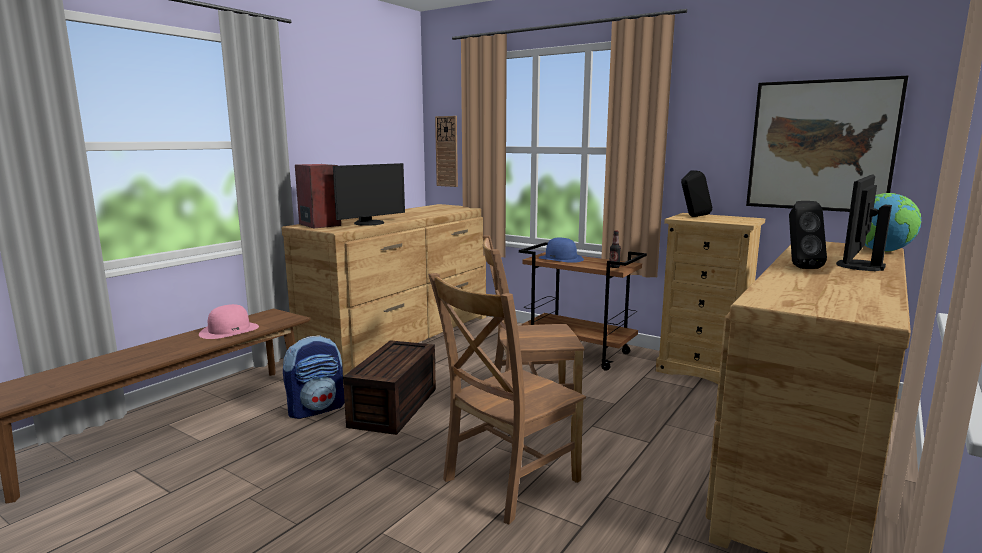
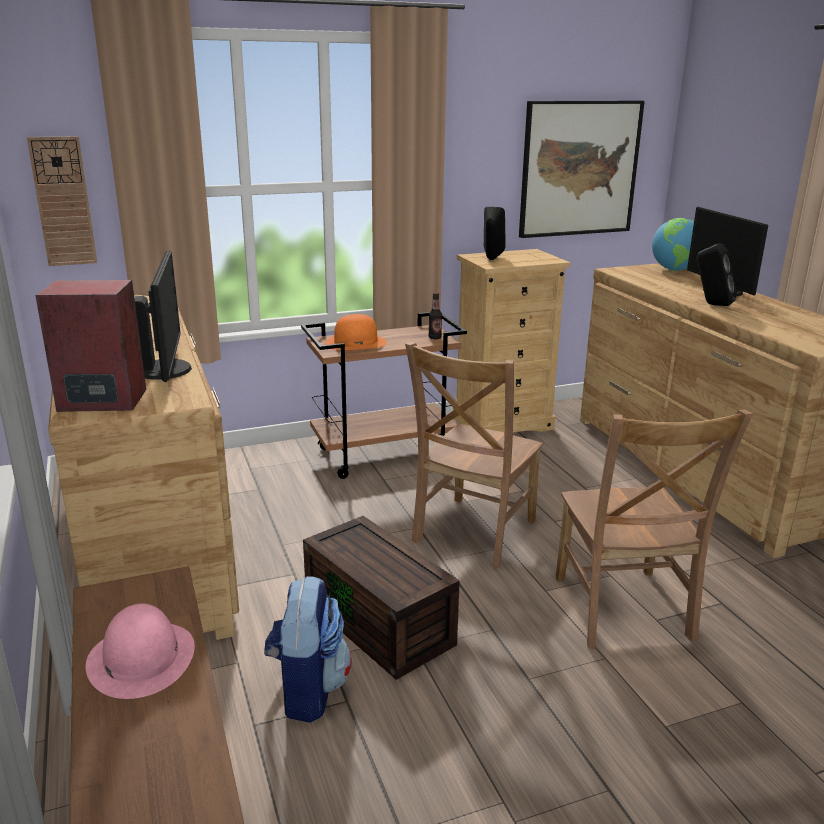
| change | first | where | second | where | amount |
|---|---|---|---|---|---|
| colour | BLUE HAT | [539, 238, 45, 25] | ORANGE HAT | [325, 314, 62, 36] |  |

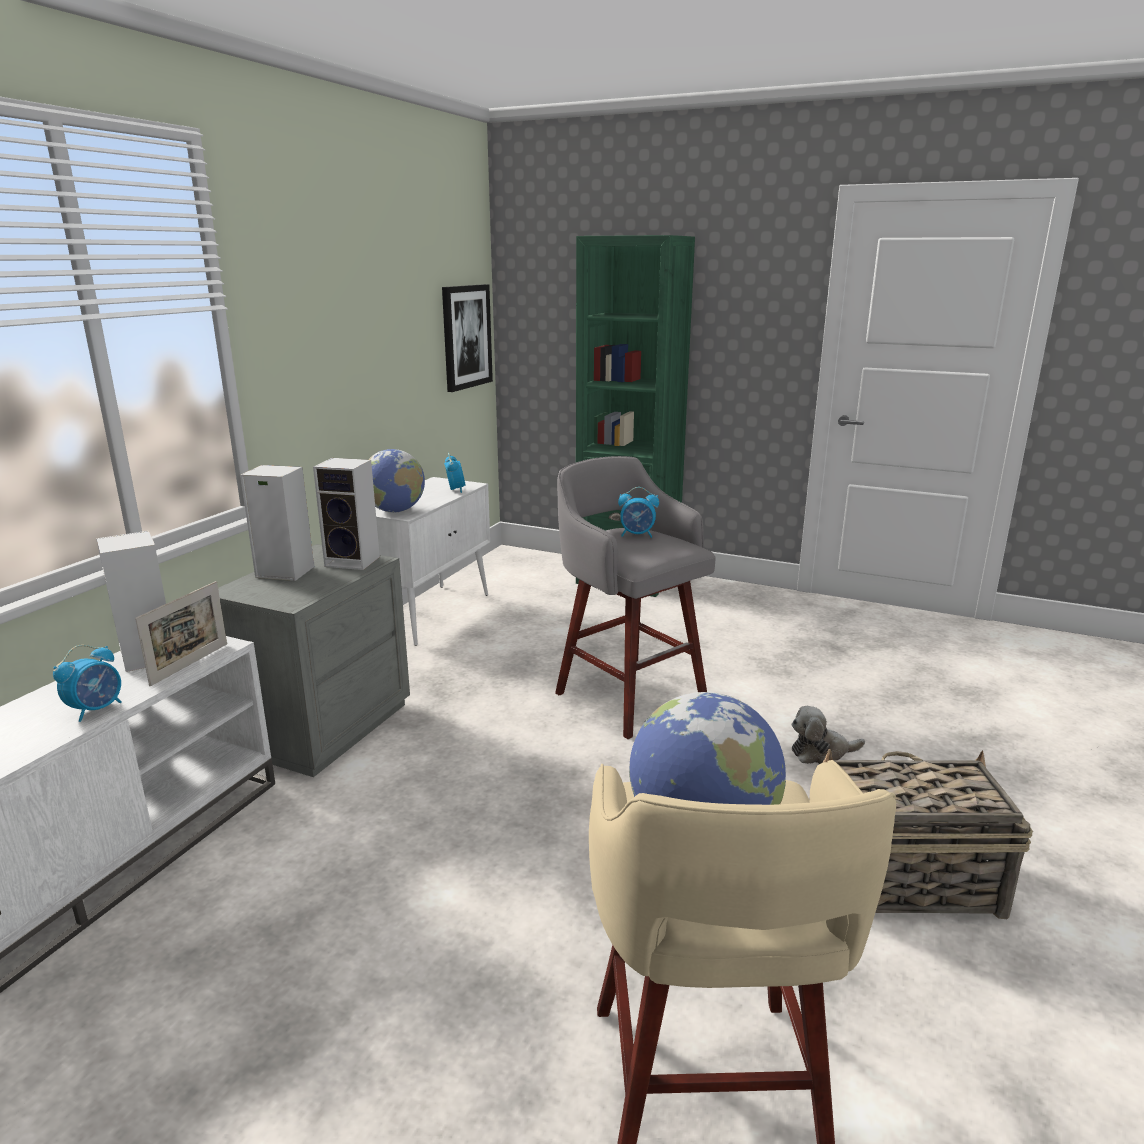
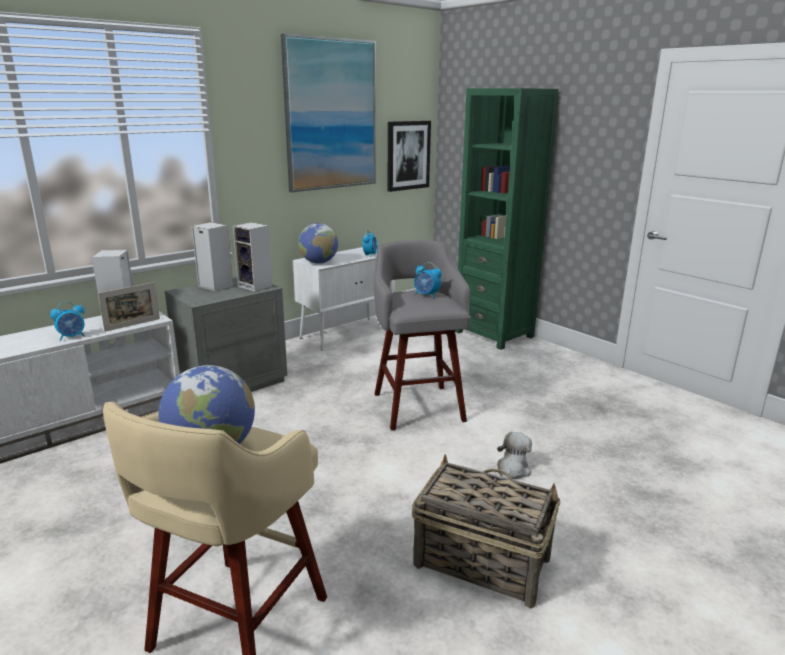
| change | first | where | second | where | amount |
|---|---|---|---|---|---|
| appeared |  |  | PICTURE | [281, 34, 95, 158] |  |
| spun | PLUSH TOY | [792, 706, 73, 58] |  | [497, 432, 35, 47] | 105 degrees clockwise |

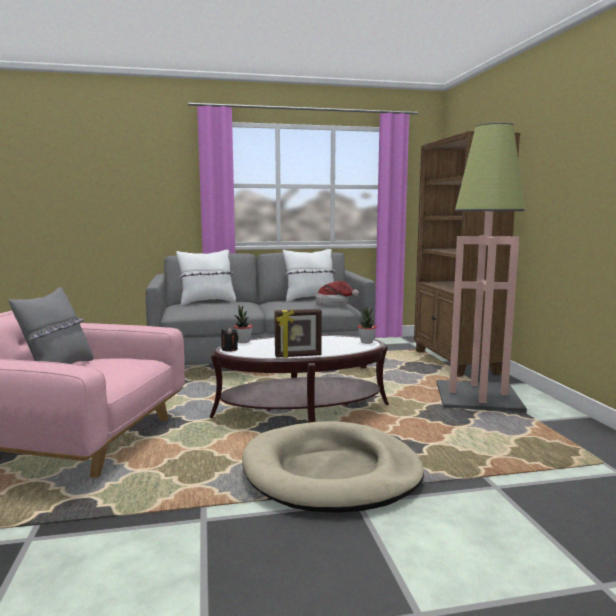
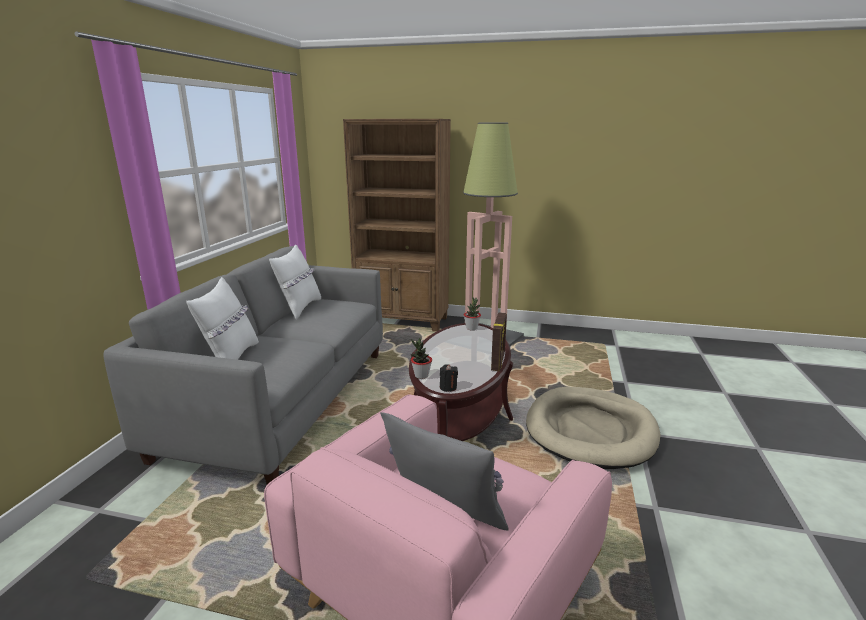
| change | first | where | second | where | amount |
|---|---|---|---|---|---|
| missing | HAT | [316, 281, 43, 25] |  |  |  |

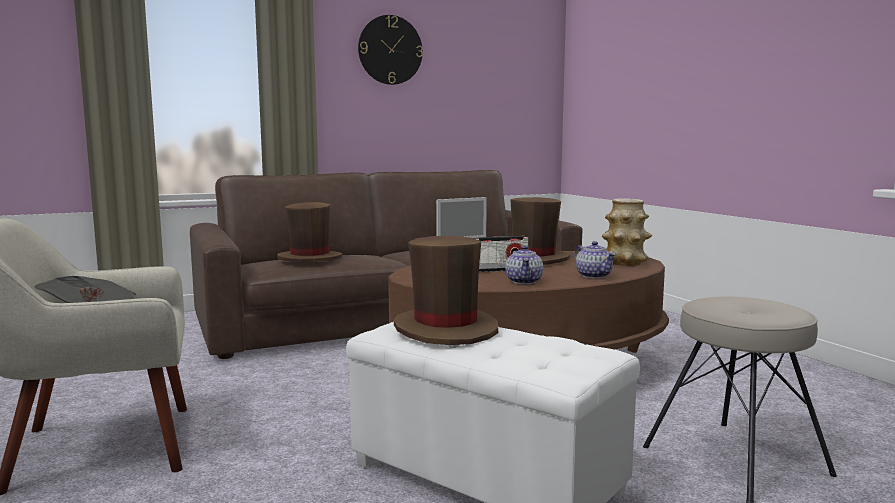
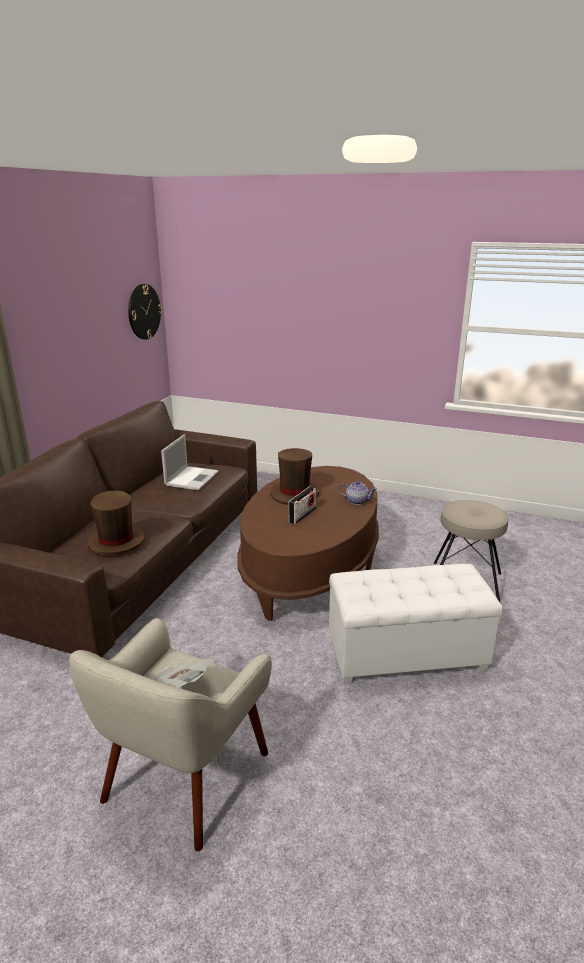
| change | first | where | second | where | amount |
|---|---|---|---|---|---|
| missing | BROWN HAT | [394, 236, 105, 109] |  |  |  |
| missing | TEAPOT | [505, 246, 38, 38] |  |  |  |
| missing | VASE | [602, 198, 50, 68] |  |  |  |
| relocated | WALL CLOCK | [358, 15, 65, 70] |  | [128, 284, 34, 56] |  |

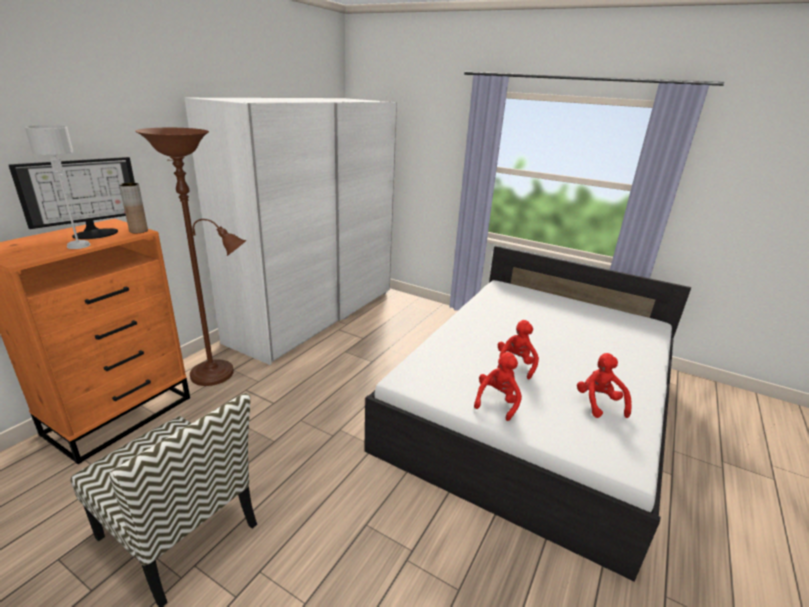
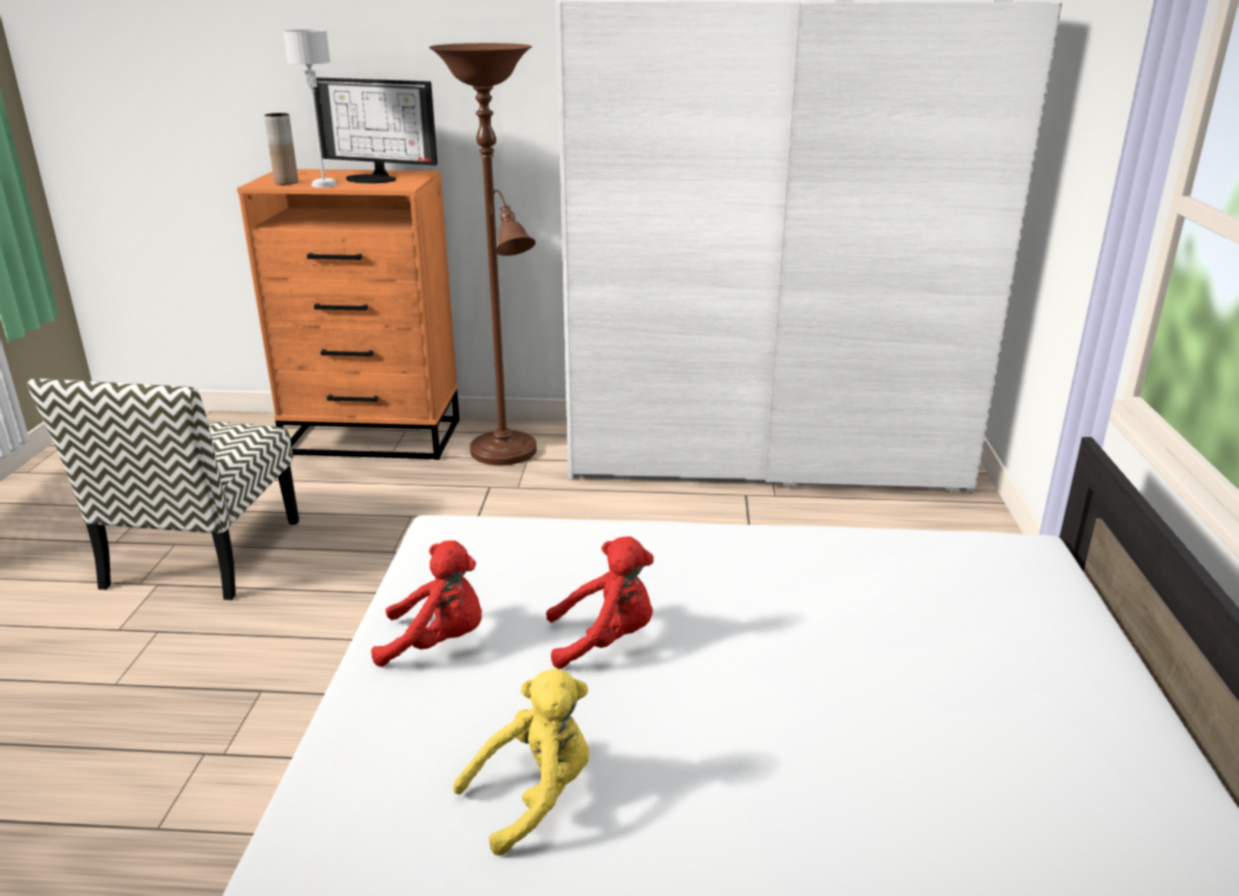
| change | first | where | second | where | amount |
|---|---|---|---|---|---|
| relocated | BROWN VASE | [119, 183, 29, 50] |  | [264, 113, 34, 72] |  |
| colour | RED PLUSH TOY | [577, 353, 55, 65] | YELLOW PLUSH TOY | [453, 669, 136, 187] |  |

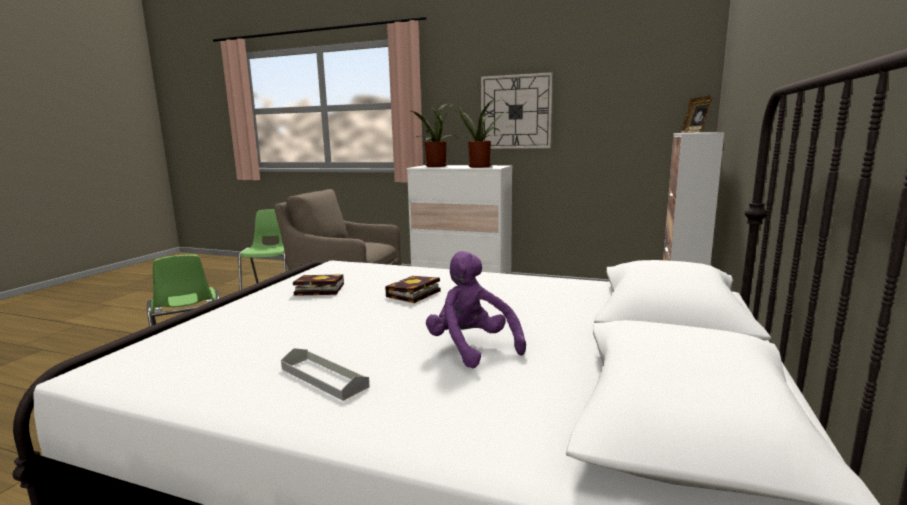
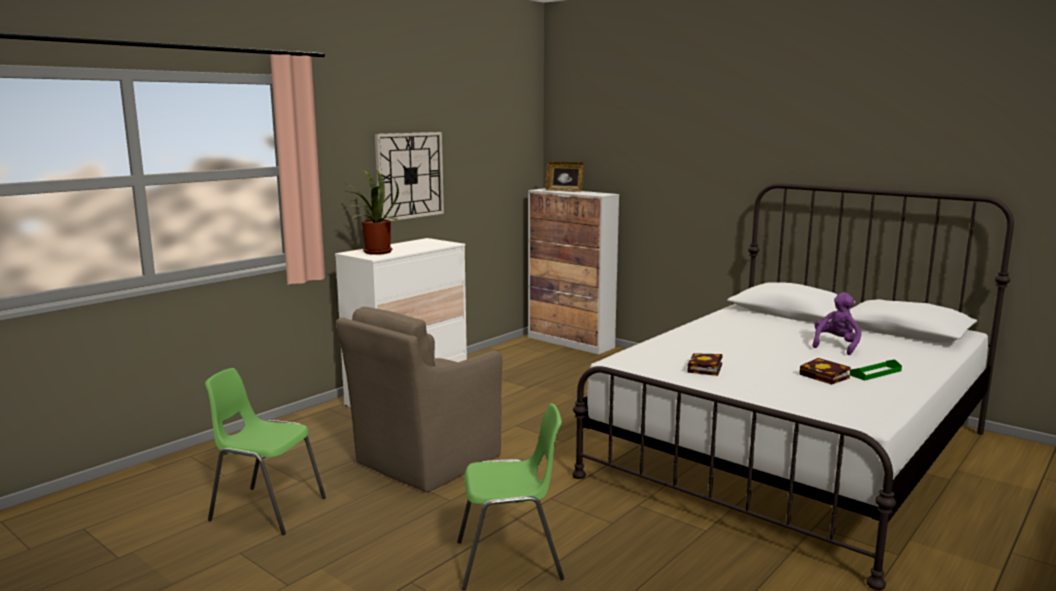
| change | first | where | second | where | amount |
|---|---|---|---|---|---|
| missing | POTTED PLANT | [456, 99, 52, 69] |  |  |  |
| relocated | BOOK | [385, 276, 55, 27] |  | [799, 358, 52, 27] |  |
| colour | GREY TRAY | [281, 348, 89, 53] | GREEN TRAY | [850, 359, 52, 22] |  |
| spun | PURPLE PLUSH TOY | [426, 251, 100, 117] |  | [812, 292, 49, 63] | 135 degrees clockwise |

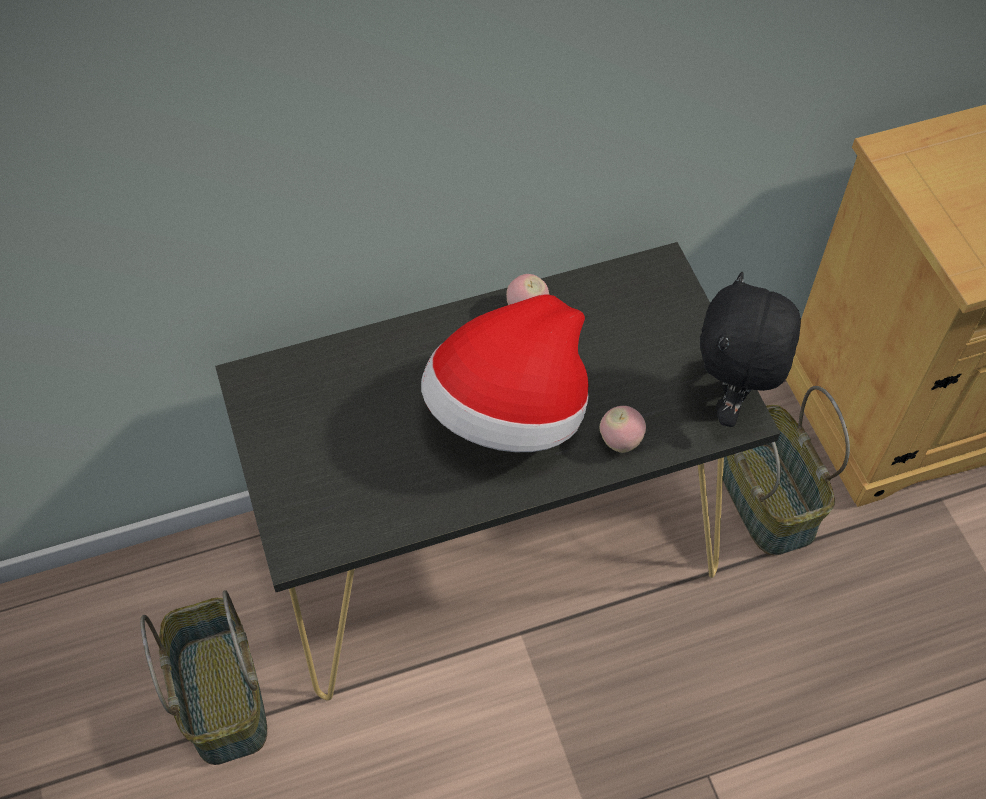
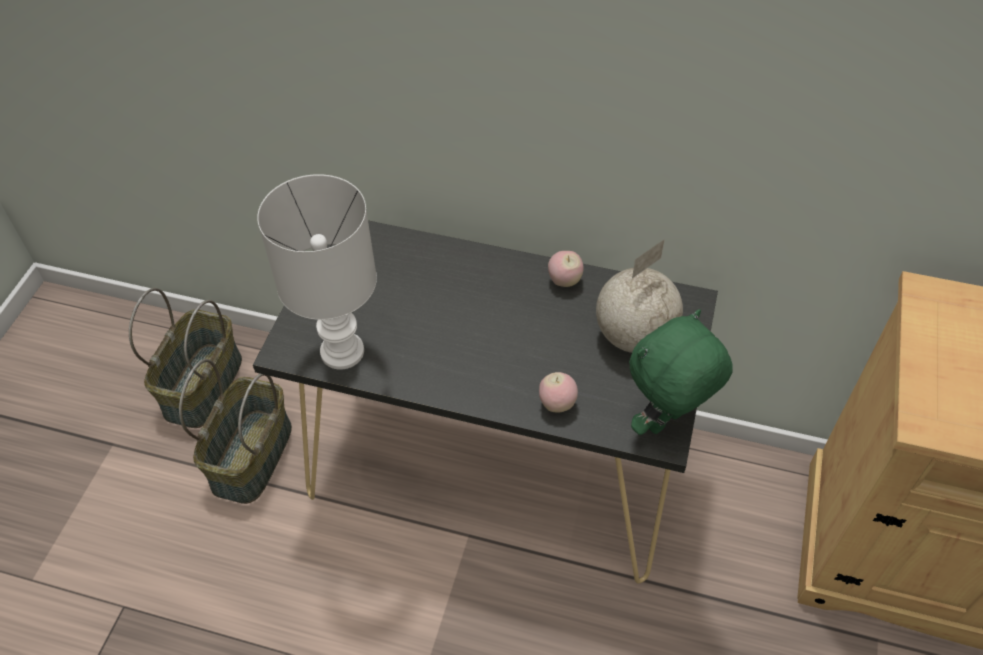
| change | first | where | second | where | amount |
|---|---|---|---|---|---|
| missing | HAT | [421, 294, 168, 158] |  |  |  |
| appeared |  |  | WHITE TABLE LAMP | [257, 174, 120, 196] |  |
| appeared |  |  | GLOBE | [596, 239, 87, 114] |  |
| relocated | BASKET | [723, 386, 127, 170] |  | [129, 288, 113, 140] |  |
| colour | BLACK PLUSH TOY | [700, 272, 101, 155] | GREEN PLUSH TOY | [629, 309, 104, 126] |  |

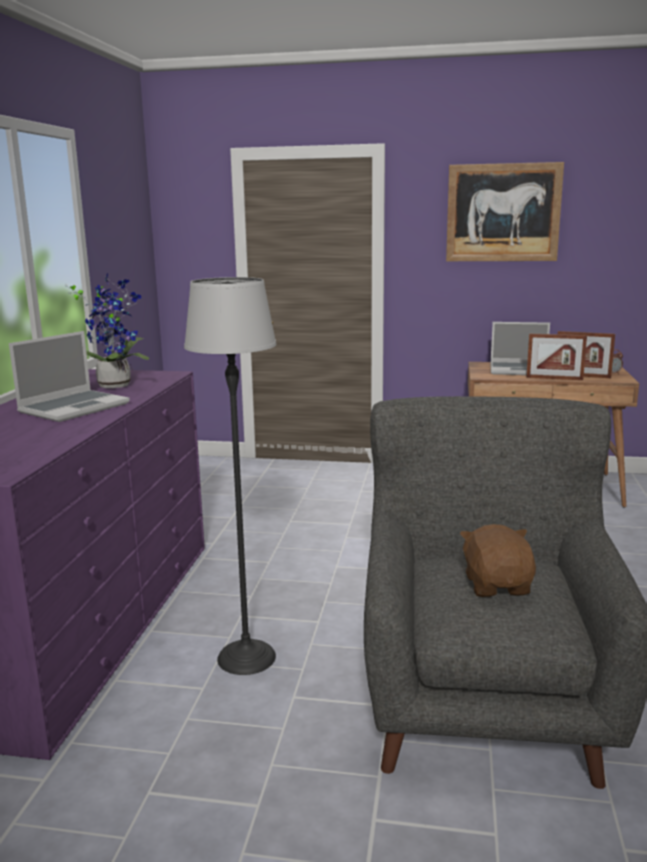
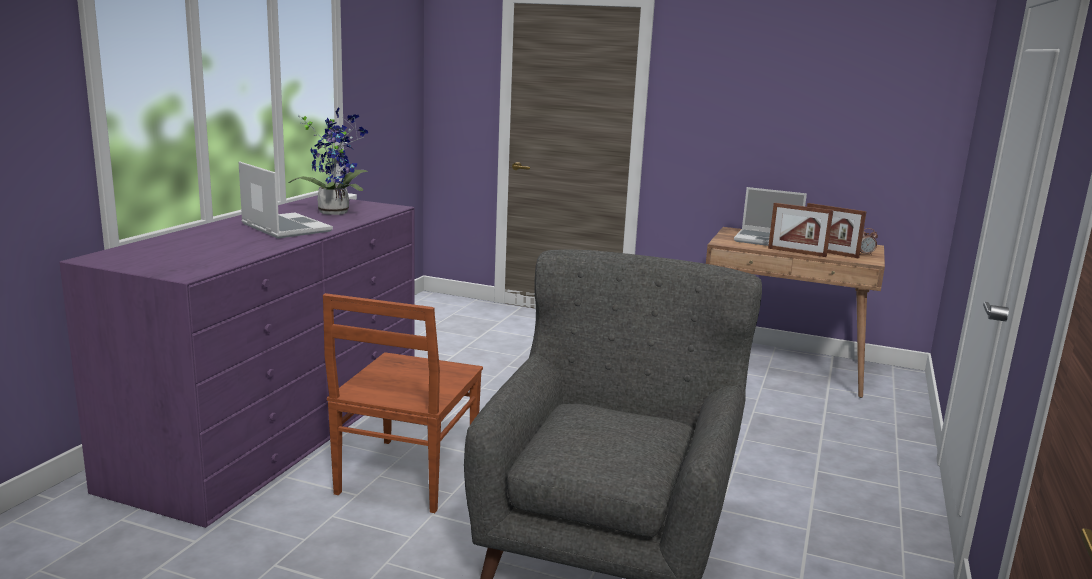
| change | first | where | second | where | amount |
|---|---|---|---|---|---|
| missing | PICTURE | [446, 162, 118, 99] |  |  |  |
| missing | BROWN PLUSH TOY | [460, 524, 76, 73] |  |  |  |
| exchanged | FLOOR LAMP | [184, 277, 93, 398] | BROWN CHAIR | [323, 293, 160, 220] |  |
| spun | LAPTOP | [9, 331, 121, 91] |  | [239, 162, 94, 76] | 90 degrees counterclockwise |

